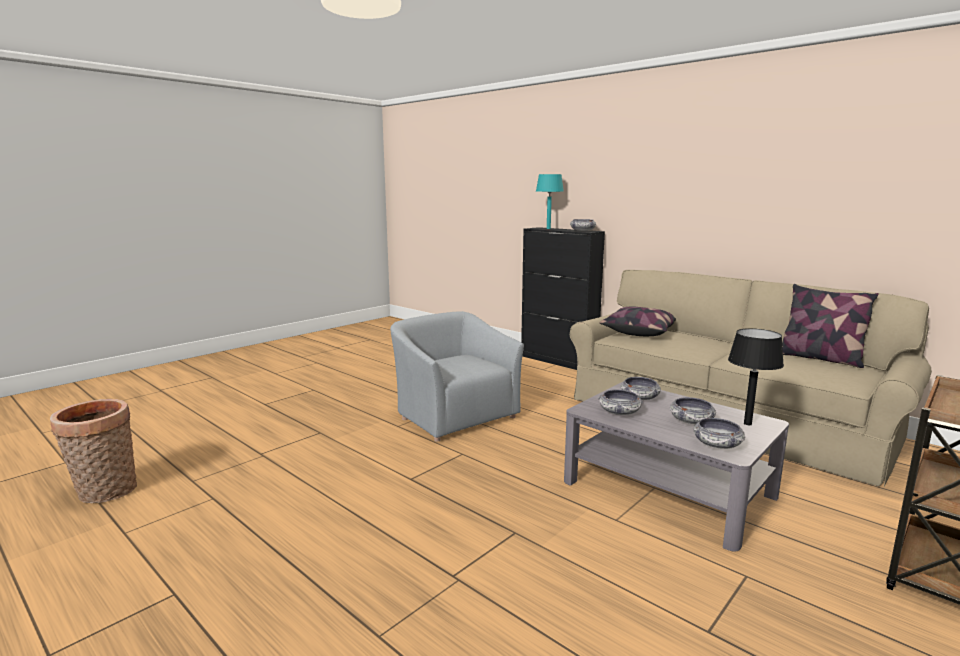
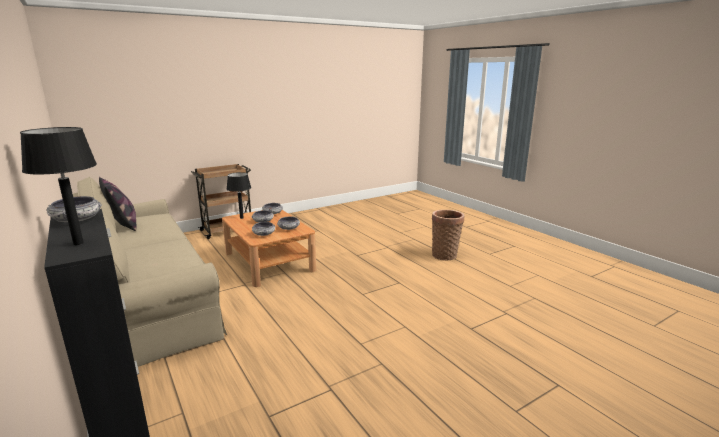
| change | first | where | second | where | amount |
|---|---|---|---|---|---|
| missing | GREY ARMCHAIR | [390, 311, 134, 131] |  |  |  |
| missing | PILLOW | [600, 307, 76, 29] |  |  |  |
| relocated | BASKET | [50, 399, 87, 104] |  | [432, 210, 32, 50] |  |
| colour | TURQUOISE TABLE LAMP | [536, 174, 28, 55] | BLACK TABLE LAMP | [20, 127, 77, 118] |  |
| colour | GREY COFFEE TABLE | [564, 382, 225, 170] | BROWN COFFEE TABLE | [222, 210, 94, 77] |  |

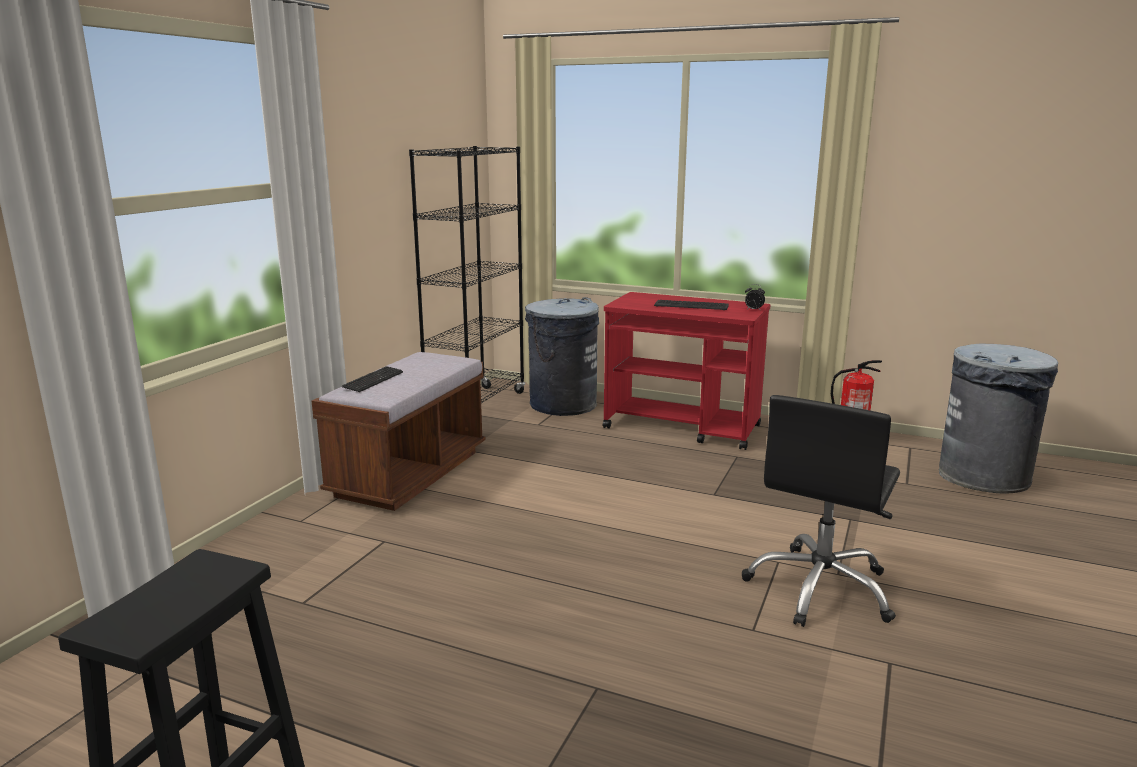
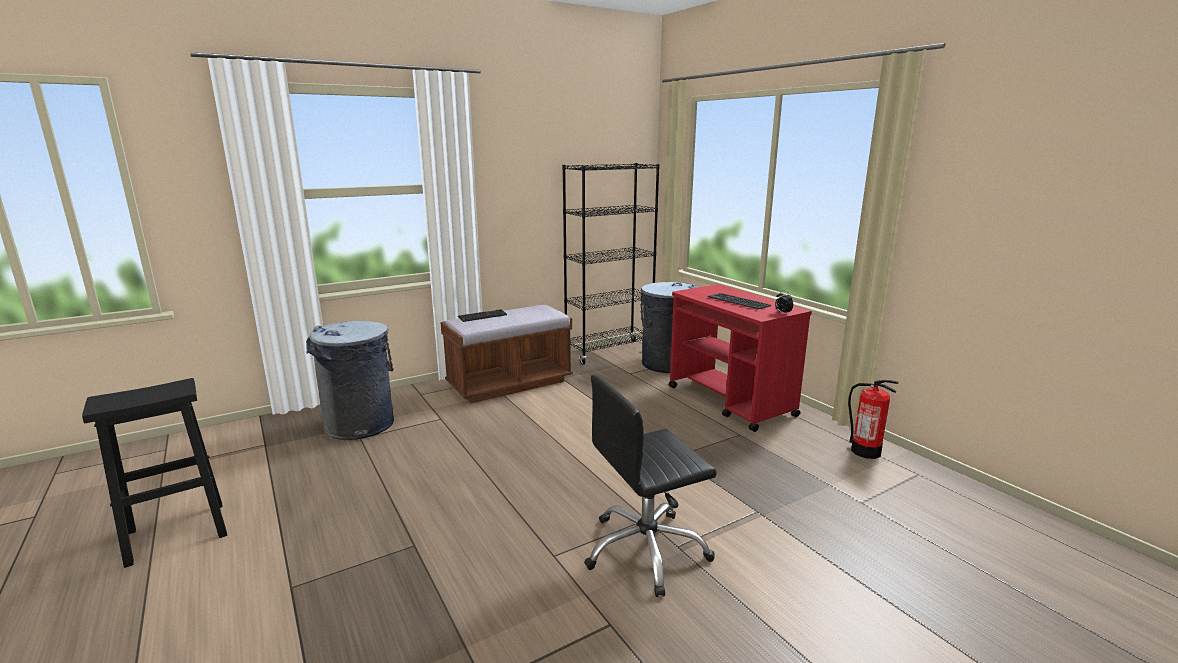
| change | first | where | second | where | amount |
|---|---|---|---|---|---|
| relocated | GREY TRASH CAN | [939, 344, 119, 150] |  | [306, 321, 88, 119] |  |

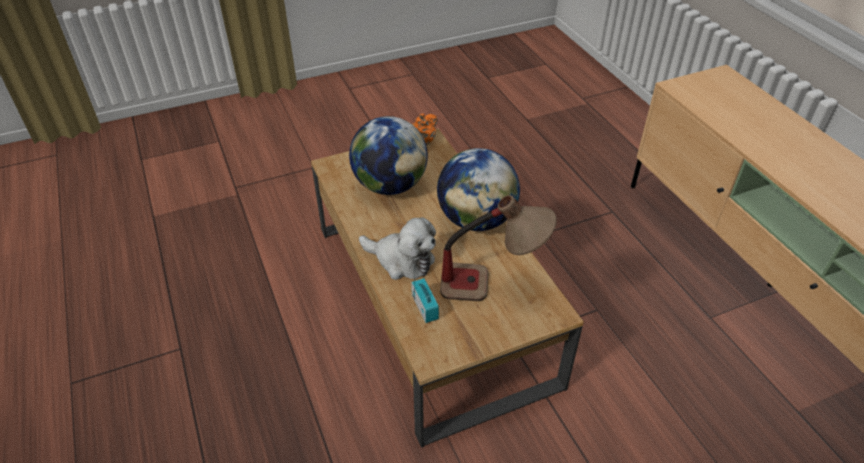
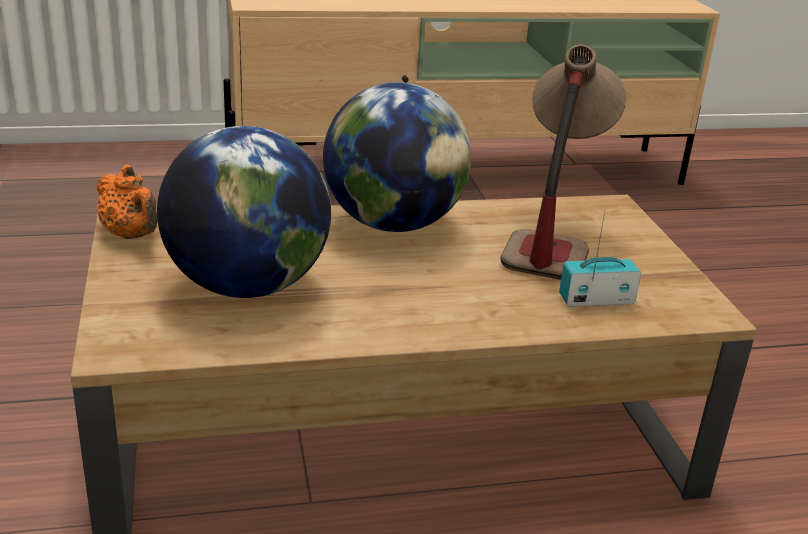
| change | first | where | second | where | amount |
|---|---|---|---|---|---|
| missing | PLUSH TOY | [359, 217, 77, 63] |  |  |  |

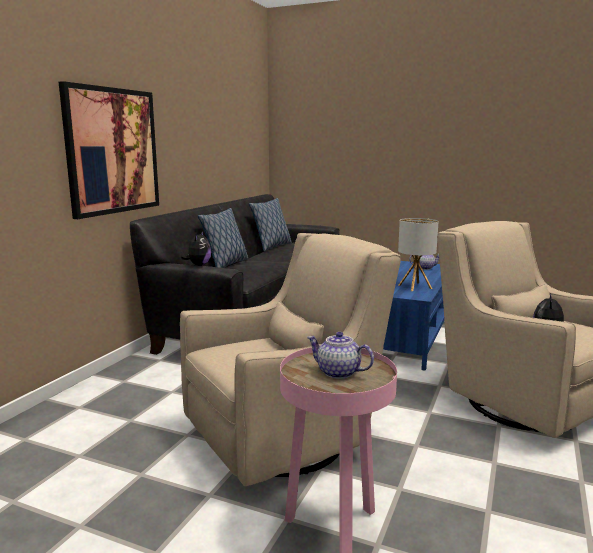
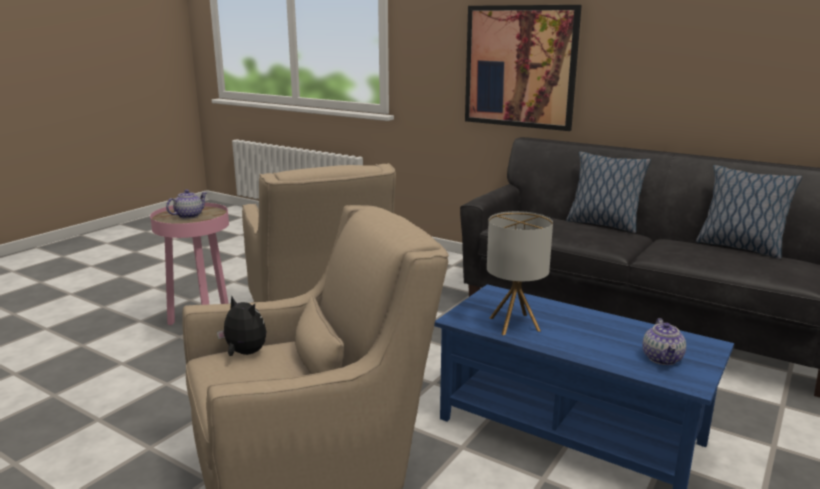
| change | first | where | second | where | amount |
|---|---|---|---|---|---|
| missing | PLUSH TOY | [180, 232, 31, 34] |  |  |  |

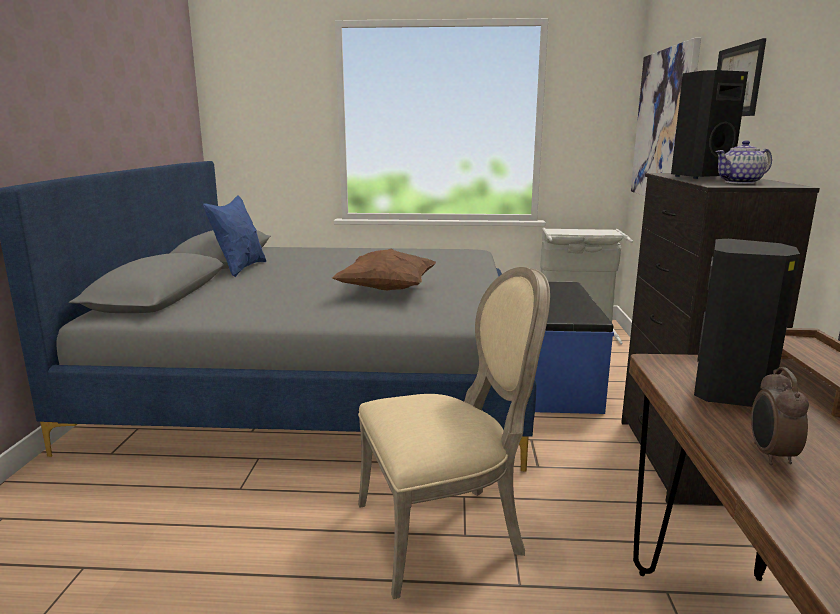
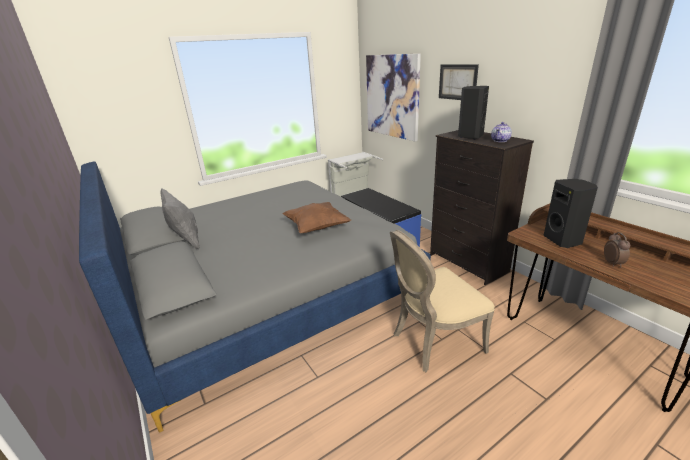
| change | first | where | second | where | amount |
|---|---|---|---|---|---|
| colour | BLUE PILLOW | [203, 195, 63, 82] | GREY PILLOW | [160, 188, 40, 61] |  |
| spun | BEIGE CHAIR | [358, 267, 192, 332] |  | [390, 230, 105, 142] | 150 degrees counterclockwise |
| spun | ALARM CLOCK | [751, 367, 58, 98] |  | [604, 232, 27, 35] | 150 degrees counterclockwise |

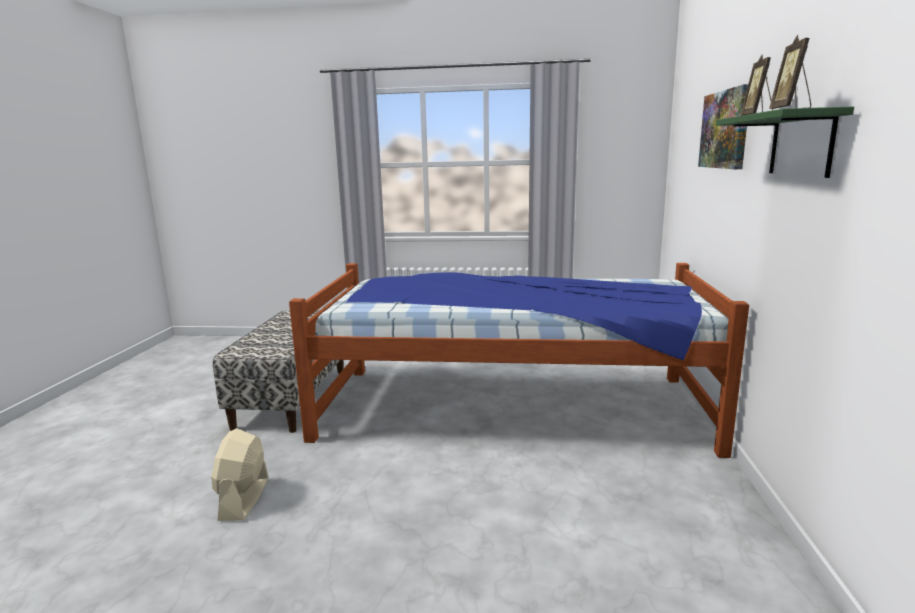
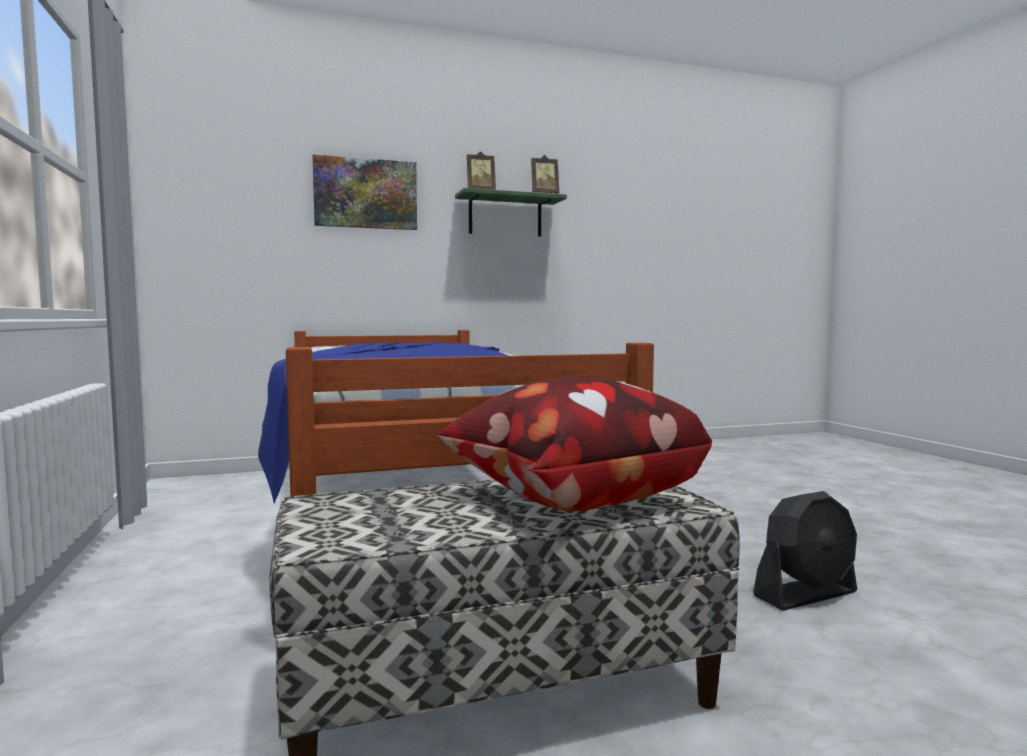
| change | first | where | second | where | amount |
|---|---|---|---|---|---|
| appeared |  |  | PILLOW | [438, 377, 274, 134] |  |
| colour | BEIGE FAN | [211, 428, 57, 93] | BLACK FAN | [753, 491, 104, 120] |  |

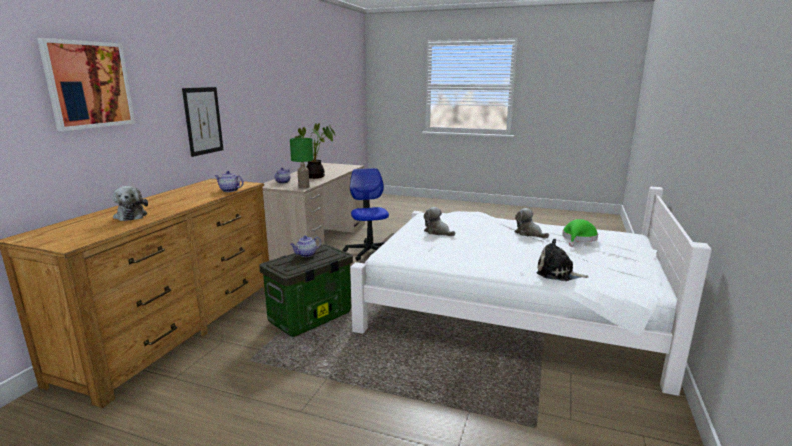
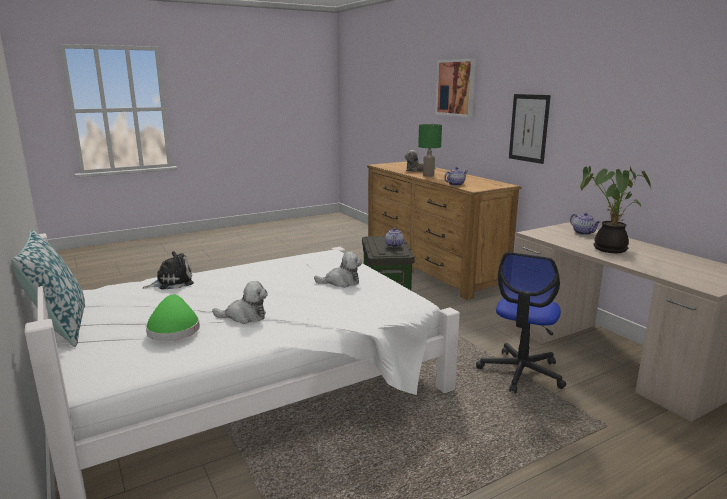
| change | first | where | second | where | amount |
|---|---|---|---|---|---|
| appeared |  |  | PILLOW | [11, 229, 74, 118] |  |
| relocated | GREEN TABLE LAMP | [290, 138, 23, 51] |  | [418, 124, 24, 53] |  |
| spun | OFFICE CHAIR | [343, 168, 46, 93] |  | [476, 252, 90, 141] | 90 degrees clockwise |

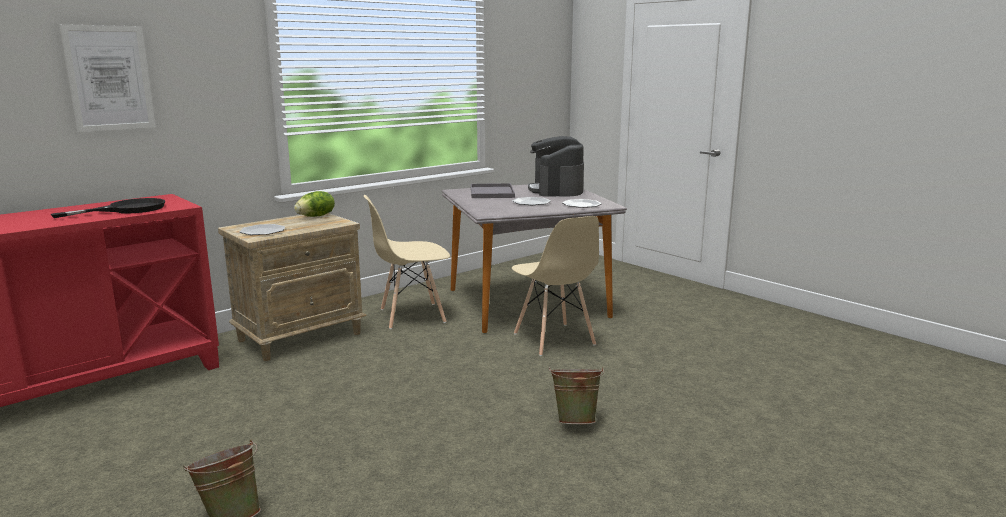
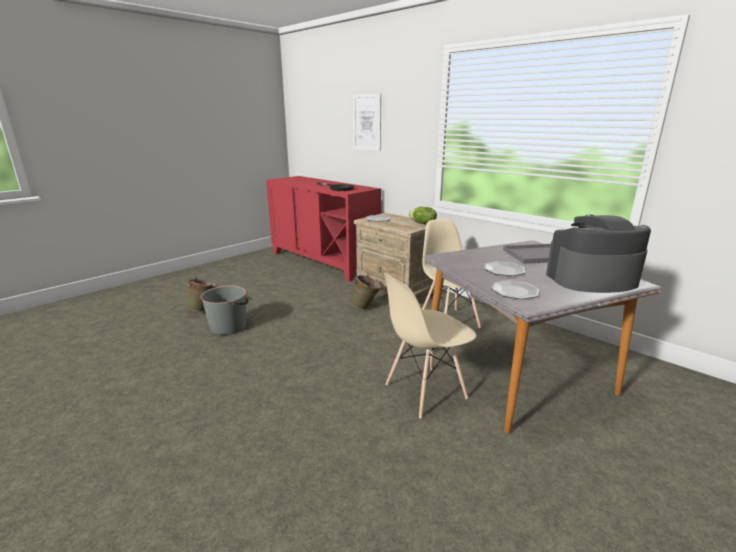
| change | first | where | second | where | amount |
|---|---|---|---|---|---|
| appeared |  |  | GREY BUCKET | [201, 286, 47, 49] |  |
| relocated | GREEN BUCKET | [549, 367, 55, 57] |  | [350, 275, 31, 35] |  |

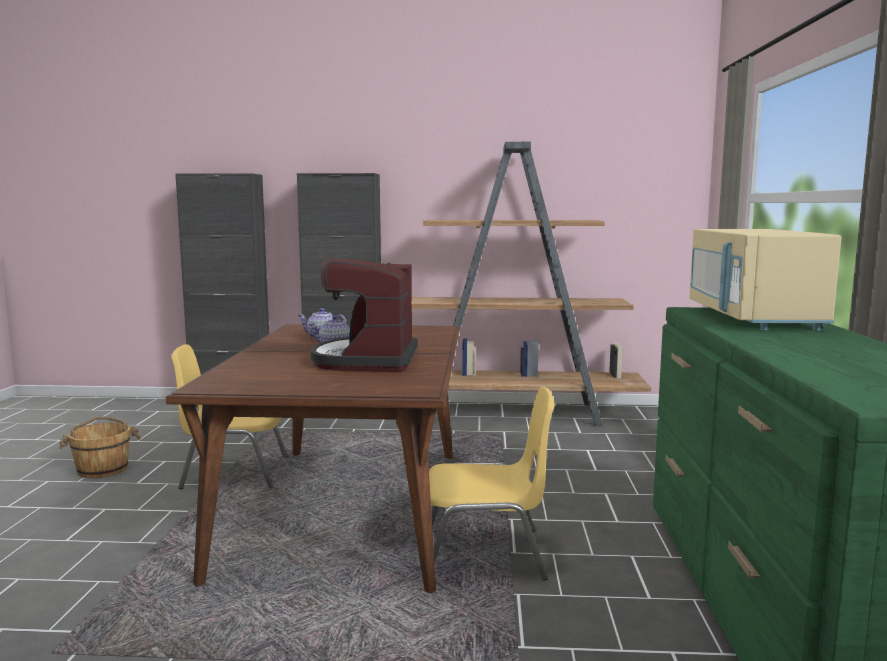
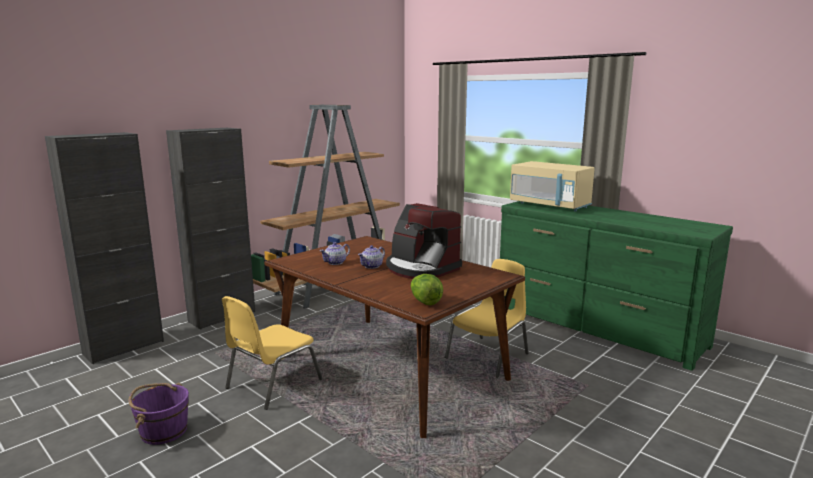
| change | first | where | second | where | amount |
|---|---|---|---|---|---|
| appeared |  |  | LETTUCE | [411, 274, 32, 31] |  |
| colour | BROWN BUCKET | [59, 416, 82, 62] | PURPLE BUCKET | [129, 383, 60, 62] |  |

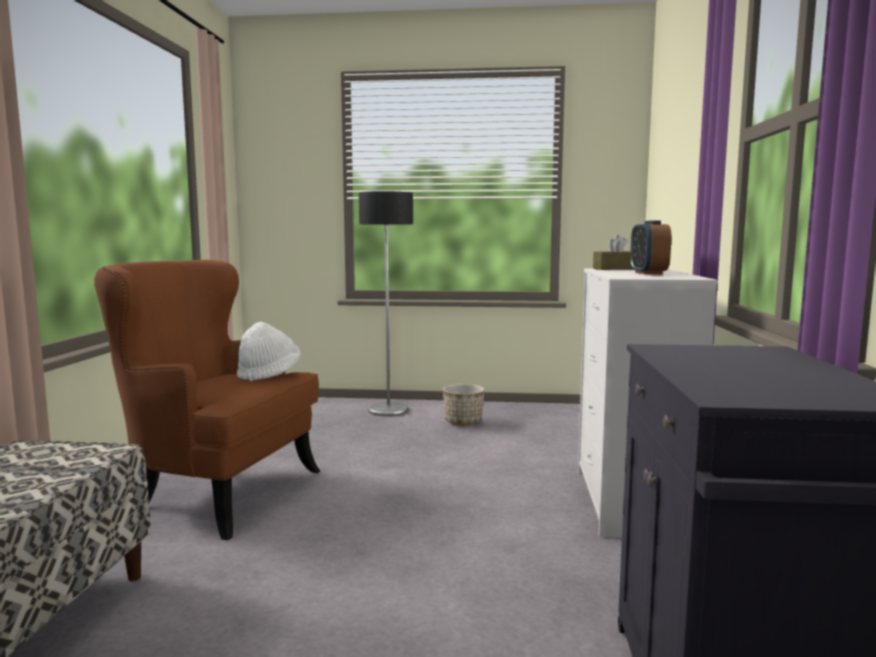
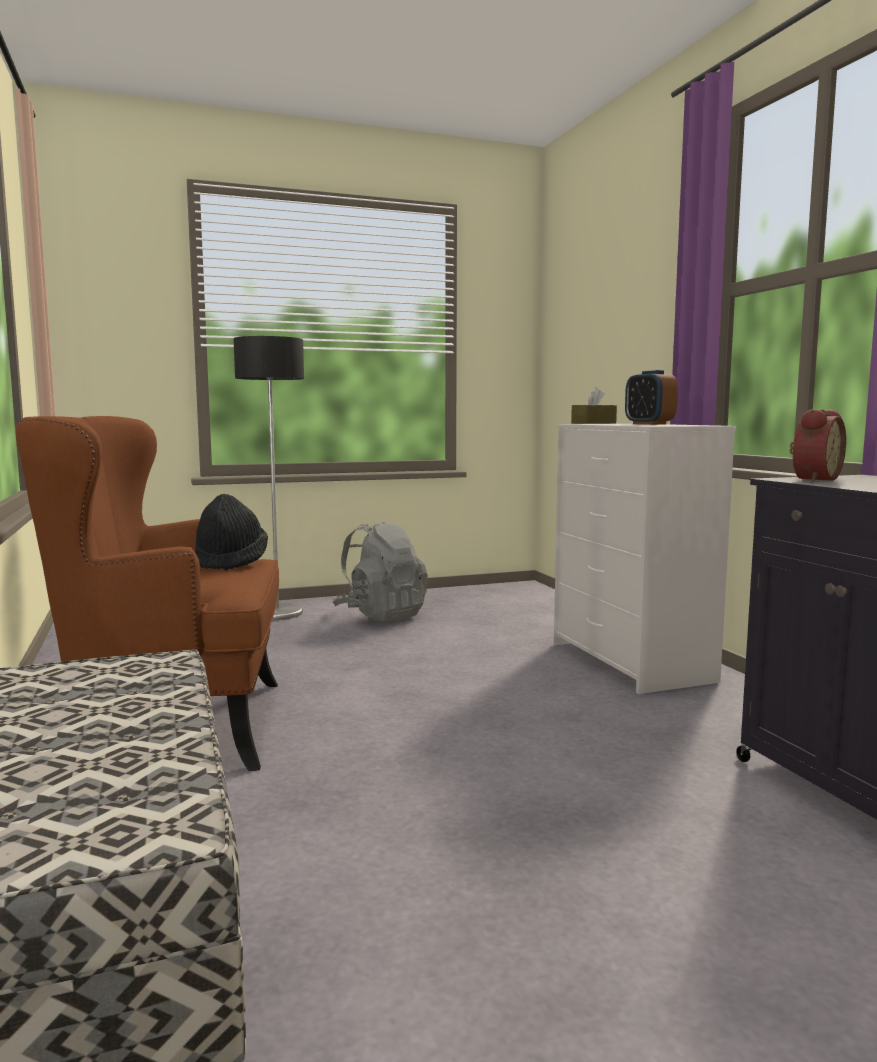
| change | first | where | second | where | amount |
|---|---|---|---|---|---|
| appeared |  |  | ALARM CLOCK | [789, 409, 57, 73] |  |
| exchanged | PLANTER | [443, 384, 41, 42] | GREY BACKPACK | [332, 522, 96, 100] |  |
| colour | WHITE HAT | [237, 322, 63, 59] | BLACK HAT | [195, 494, 73, 77] |  |

